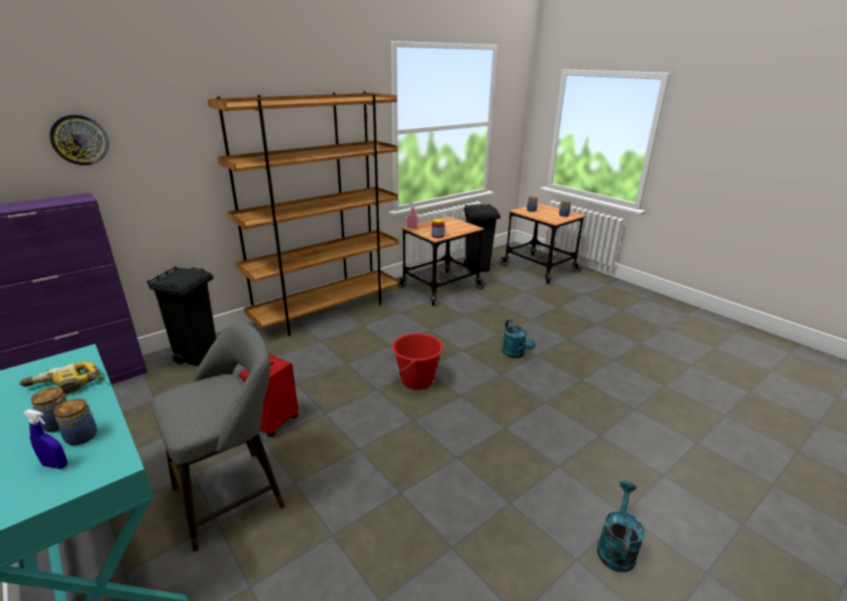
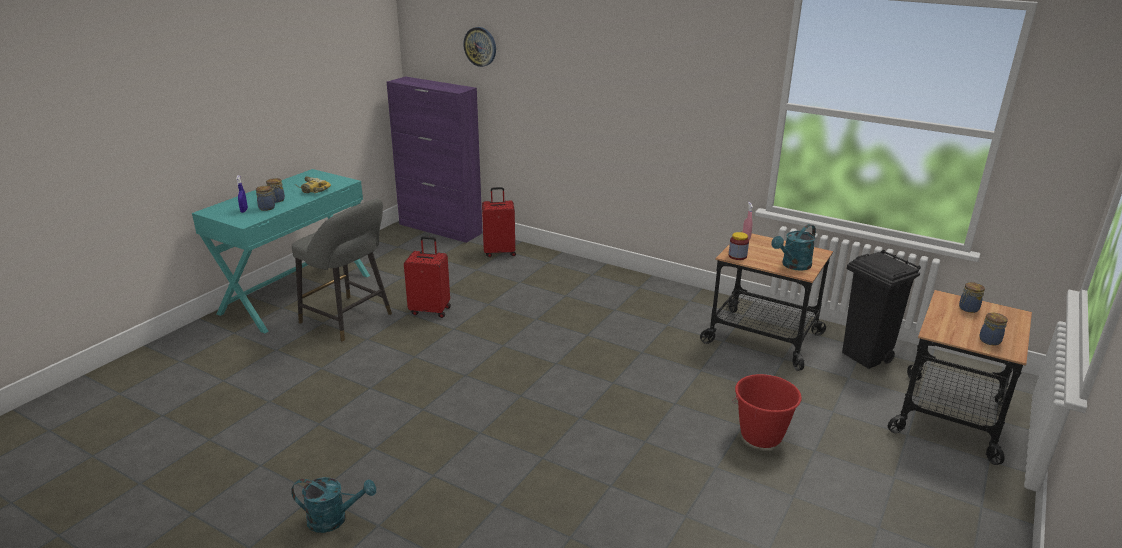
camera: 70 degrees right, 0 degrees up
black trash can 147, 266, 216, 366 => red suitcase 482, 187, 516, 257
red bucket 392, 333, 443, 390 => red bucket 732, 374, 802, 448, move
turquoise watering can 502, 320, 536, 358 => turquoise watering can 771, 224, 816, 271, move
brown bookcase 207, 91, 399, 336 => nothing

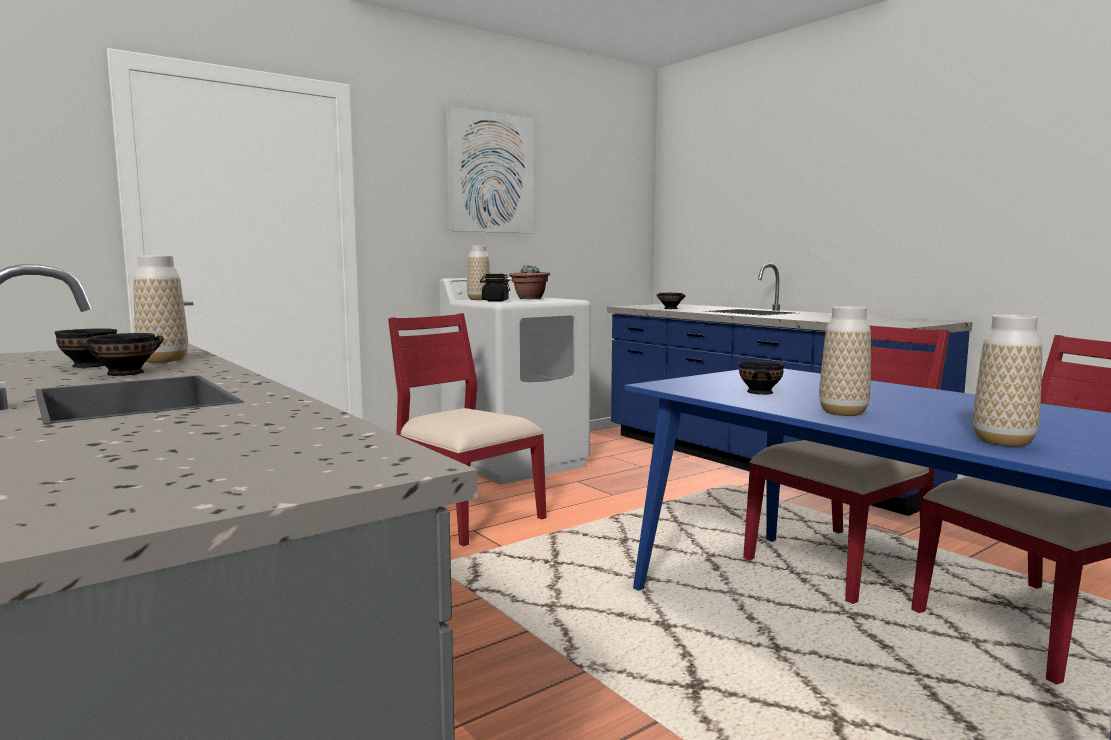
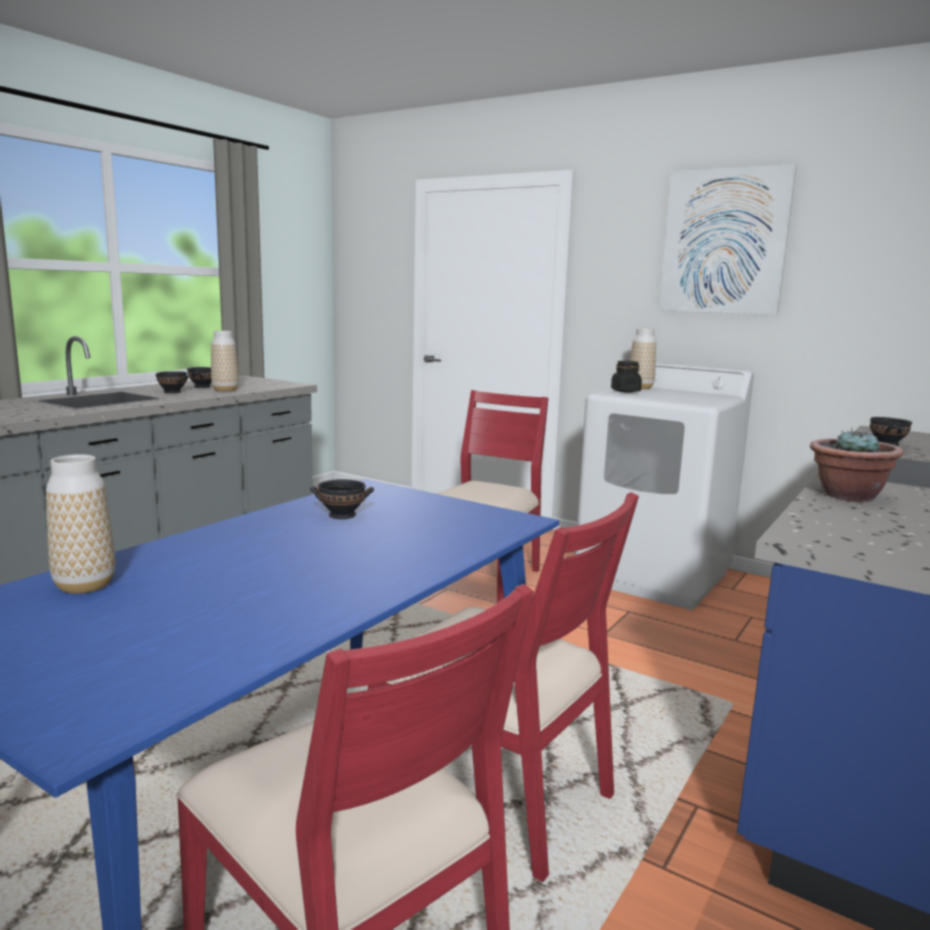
camera: 70 degrees right, 5 degrees up
potted plant 509, 265, 550, 299 => potted plant 810, 428, 904, 502, move
vase 819, 306, 871, 416 => nothing

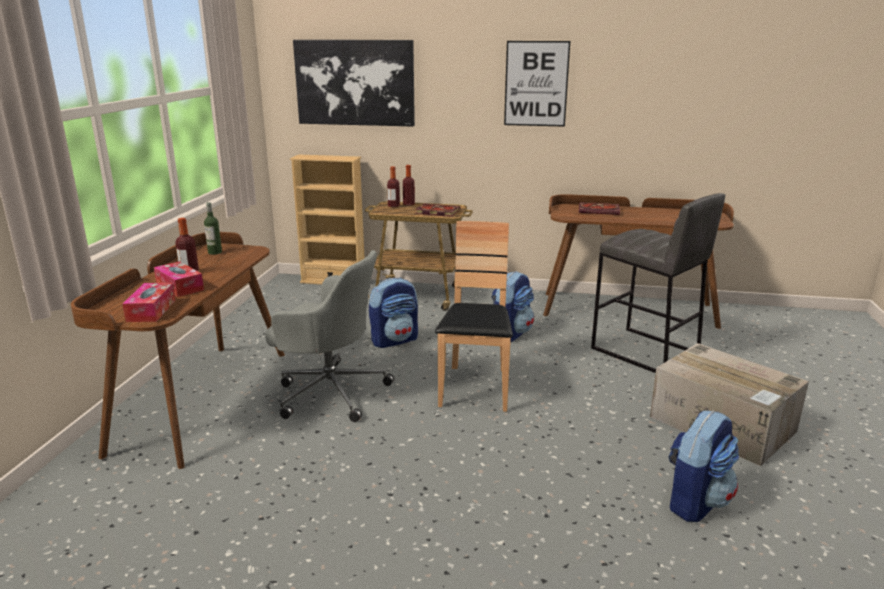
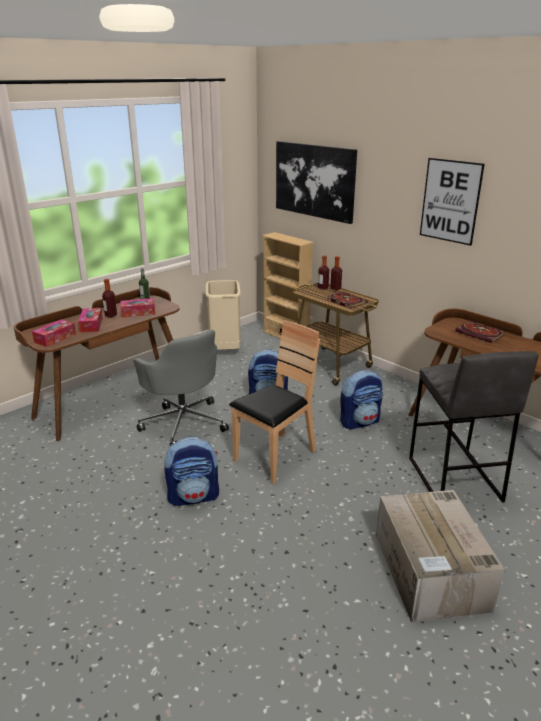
camera: 35 degrees right, 5 degrees up
nothing => tissue box 120, 298, 155, 317
backpack 669, 410, 739, 522 => backpack 164, 437, 219, 506, move
nothing => beige trash can 205, 280, 241, 350

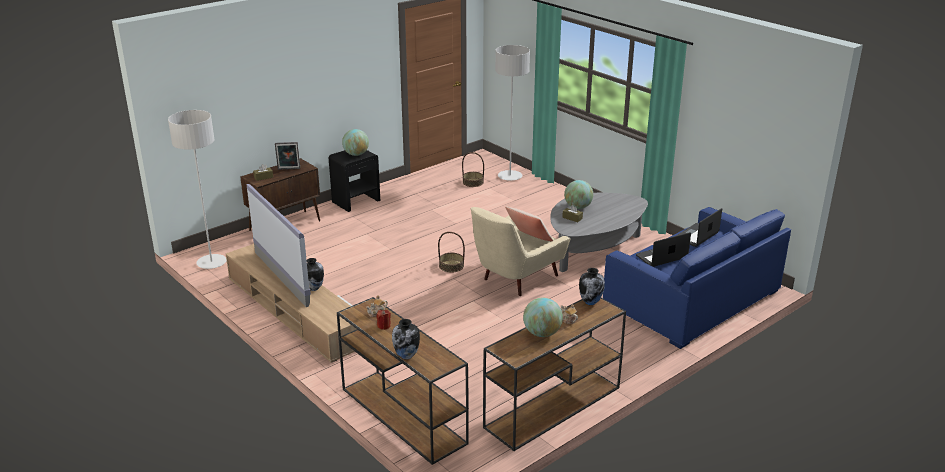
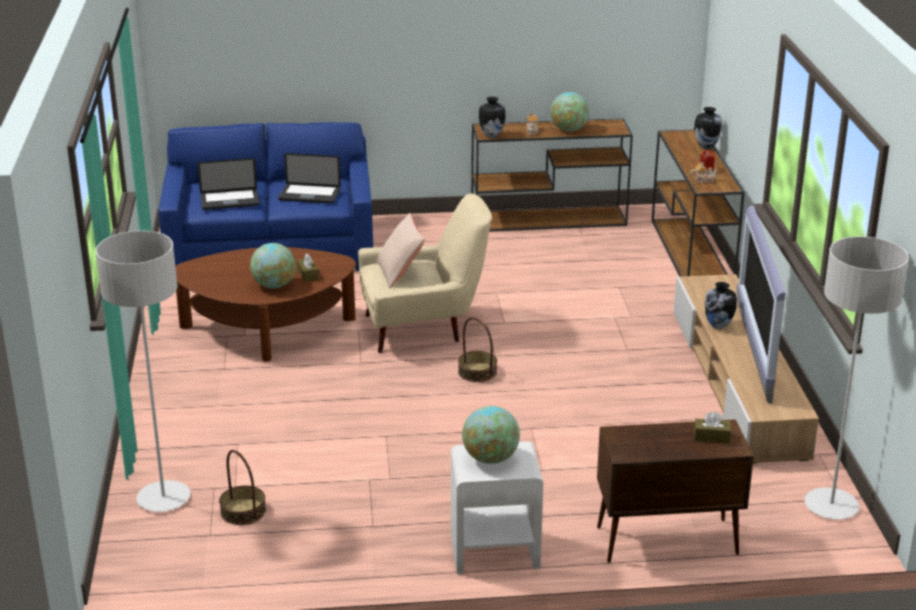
camera: 145 degrees left, 0 degrees up
grey coffee table 550, 193, 648, 272 => brown coffee table 175, 247, 356, 362
black nightstand 328, 150, 380, 212 => white nightstand 451, 442, 543, 574
picture frame 275, 142, 300, 170 => nothing

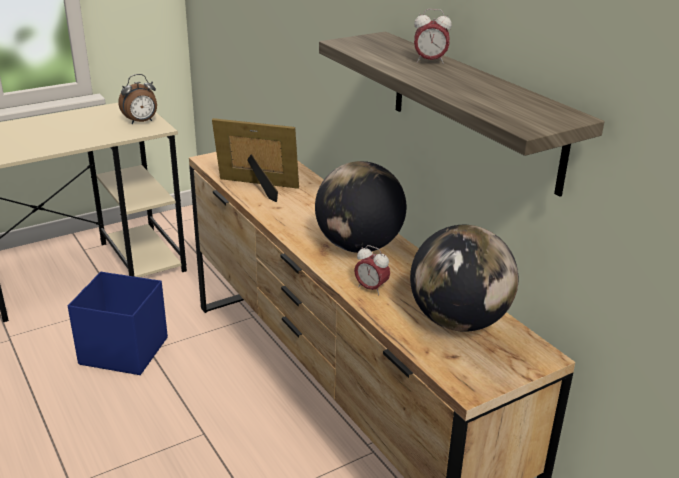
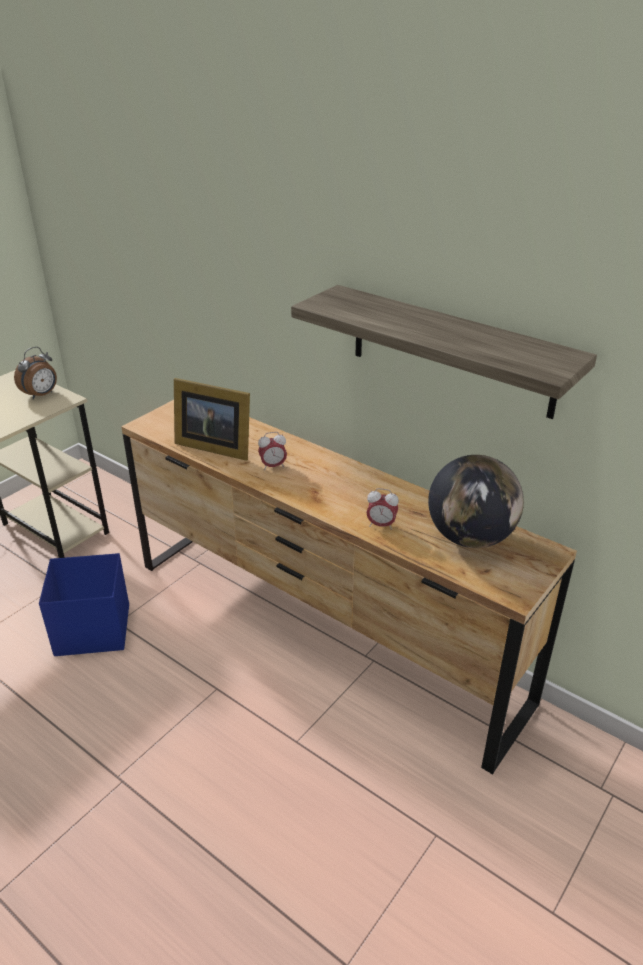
camera: 20 degrees left, 5 degrees up
picture frame 212, 118, 299, 202 => picture frame 174, 378, 250, 461, 150 degrees counterclockwise
alarm clock 414, 9, 452, 64 => alarm clock 258, 432, 287, 470, move
globe 315, 161, 406, 253 => nothing

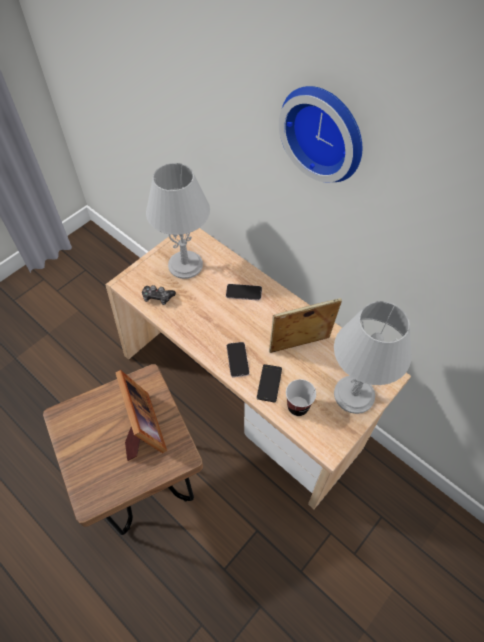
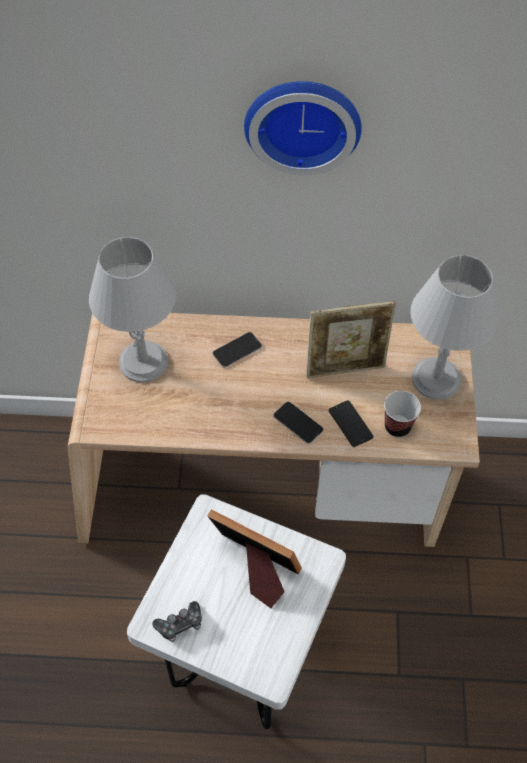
camera: 40 degrees left, 0 degrees up
brown stool 43, 364, 203, 535 => white stool 127, 495, 346, 729
game controller 142, 285, 176, 305 => game controller 152, 601, 202, 642, move
picture frame 269, 298, 342, 353 => picture frame 306, 301, 396, 378, 135 degrees counterclockwise

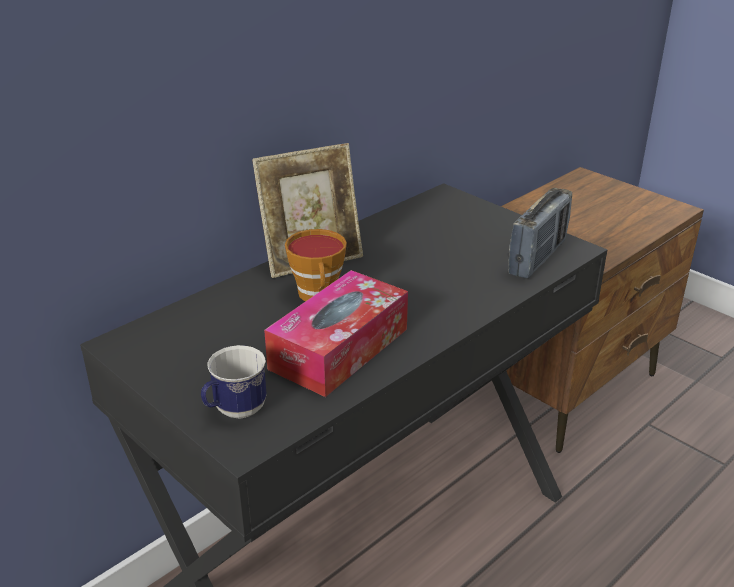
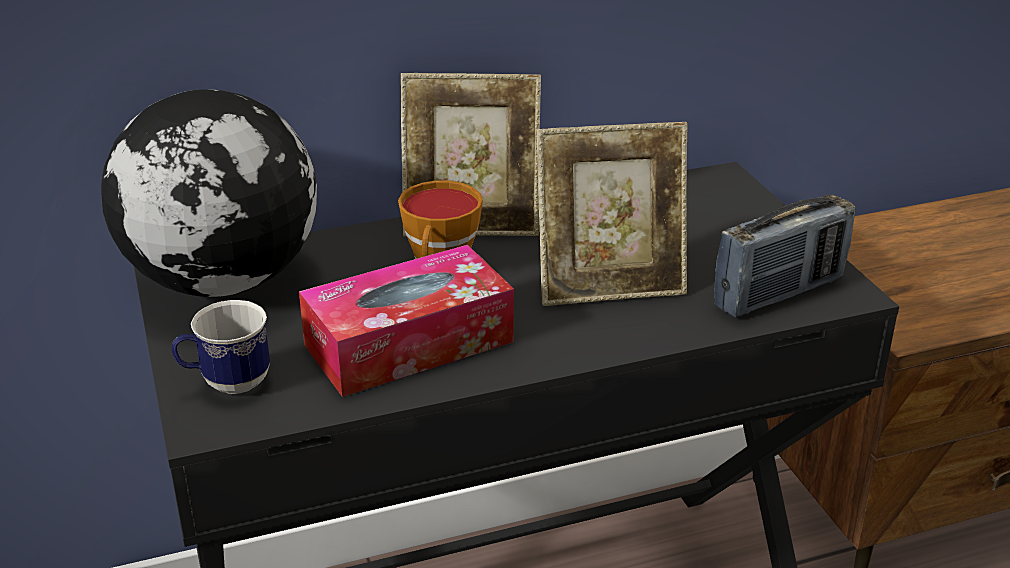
camera: 25 degrees right, 0 degrees up
nothing => globe 101, 89, 317, 297
nothing => picture frame 537, 122, 687, 306

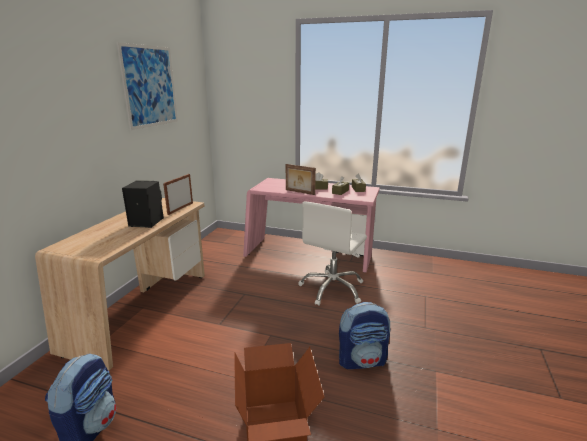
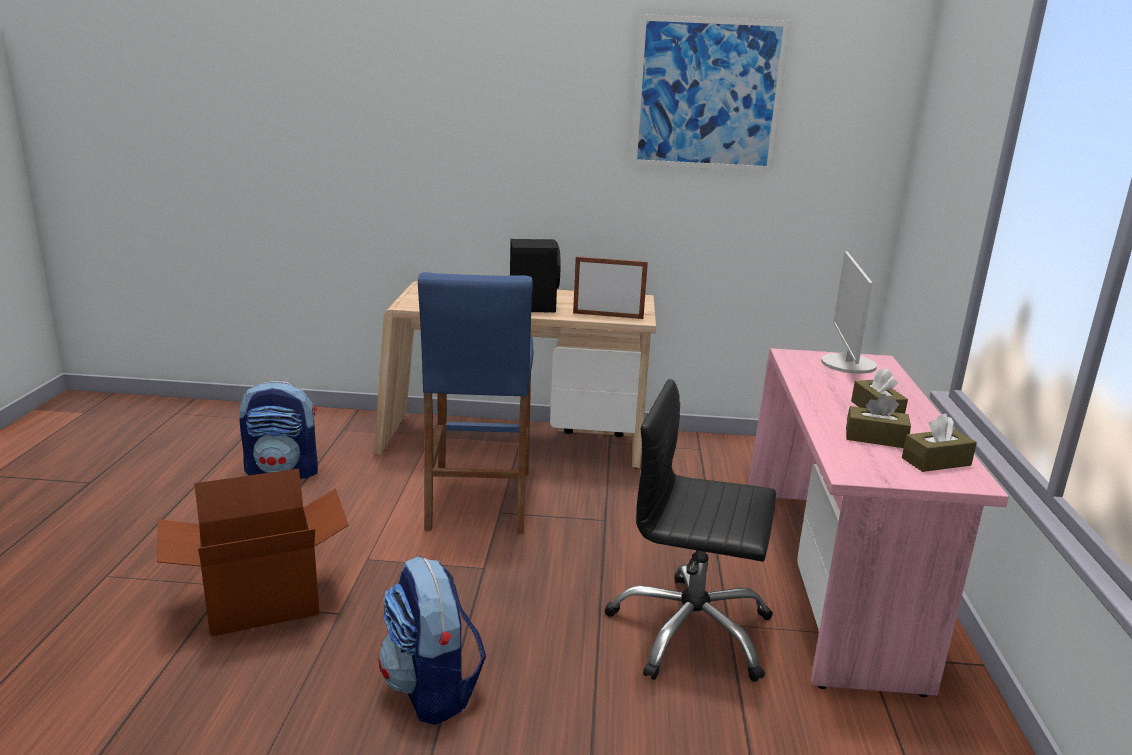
camera: 75 degrees right, 0 degrees up
nothing => blue stool 418, 272, 533, 534
white office chair 298, 201, 367, 306 => black office chair 605, 379, 776, 682
nothing => monitor 821, 251, 877, 374
picture frame 286, 164, 316, 195 => nothing

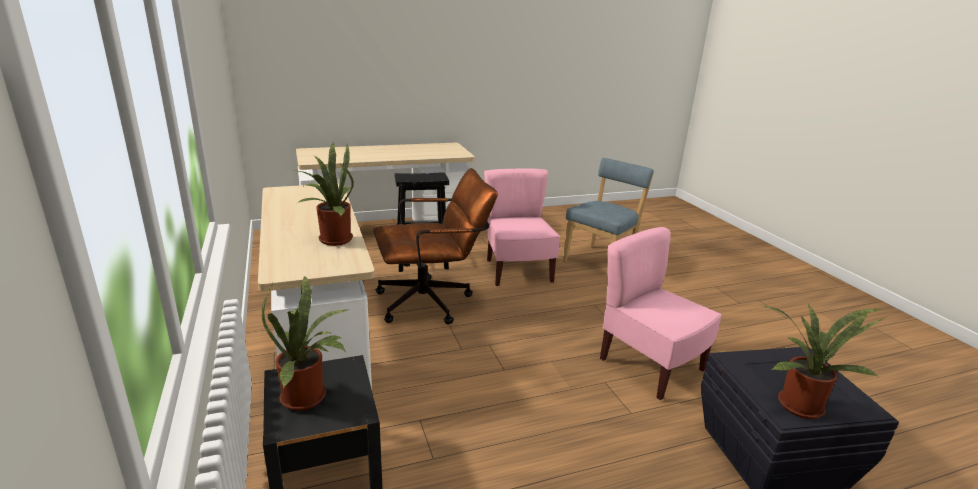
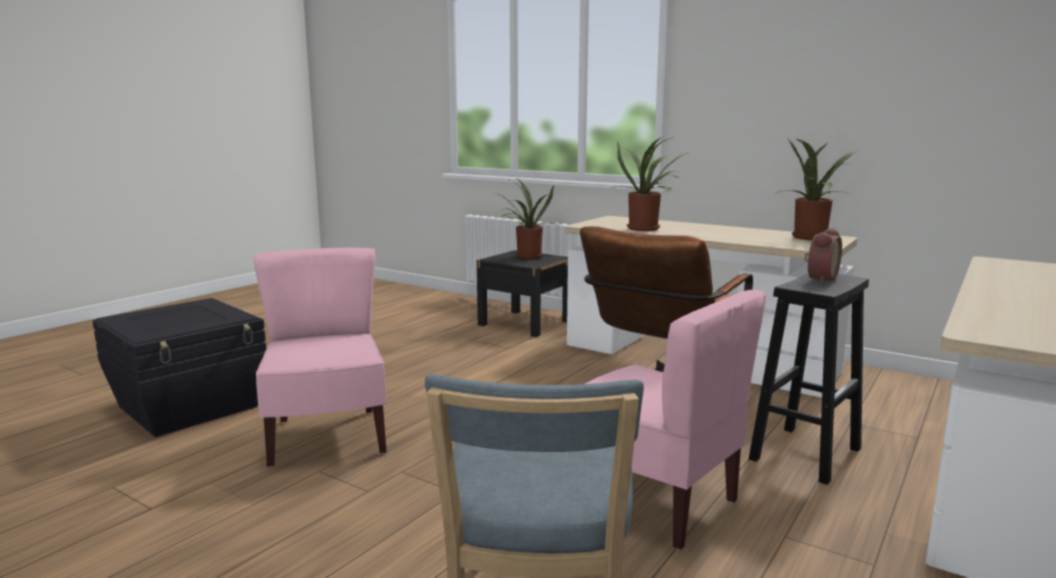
camera: 145 degrees right, 10 degrees down
pink chair 600, 227, 721, 400 => pink chair 253, 248, 387, 467, 120 degrees counterclockwise
potted plant 763, 304, 884, 419 => potted plant 775, 139, 859, 240, move
nothing => alarm clock 805, 228, 842, 283

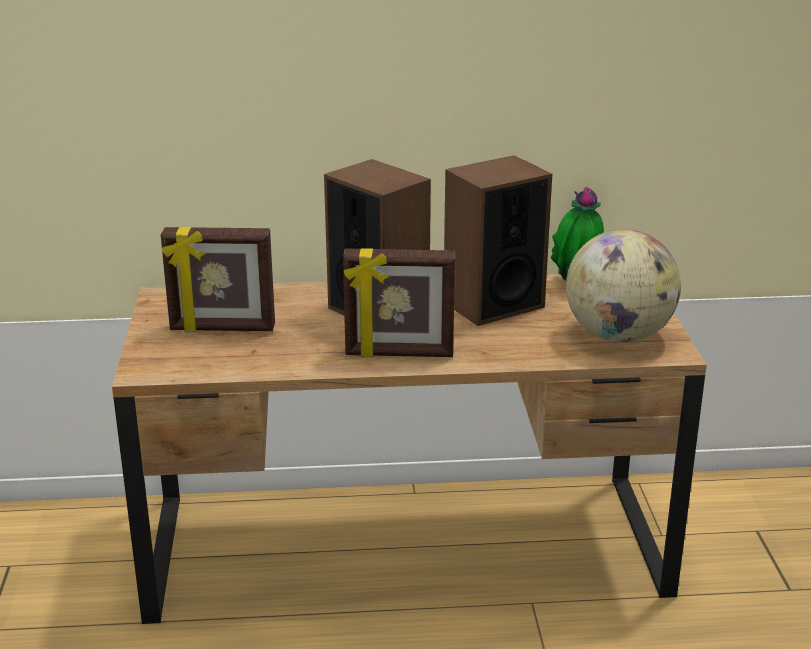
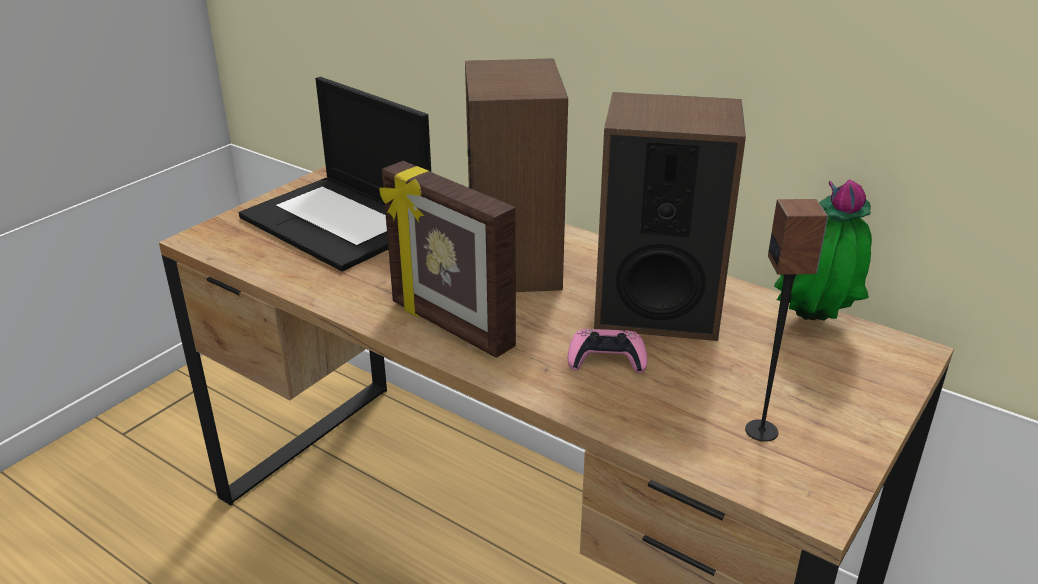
camera: 40 degrees right, 5 degrees up
picture frame 161, 227, 275, 332 => laptop 239, 77, 431, 271
nothing => pink game controller 568, 329, 647, 373
globe 566, 229, 681, 343 => speaker 745, 199, 828, 442

